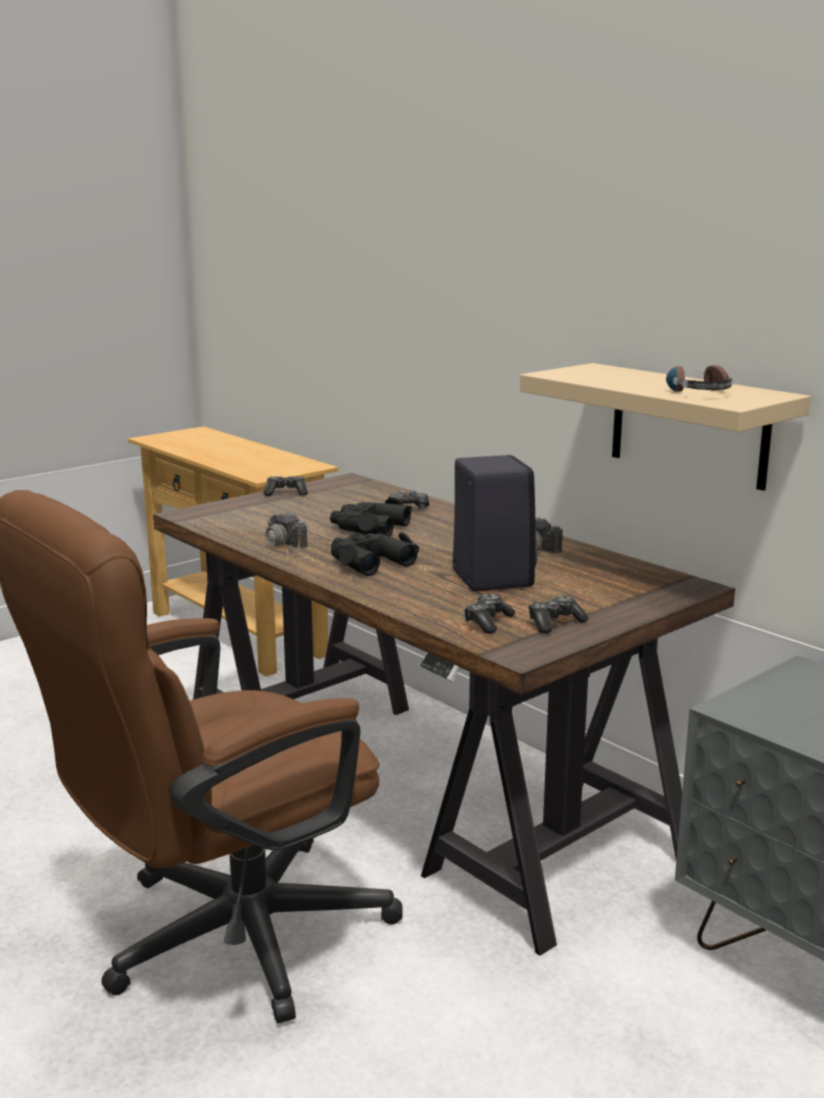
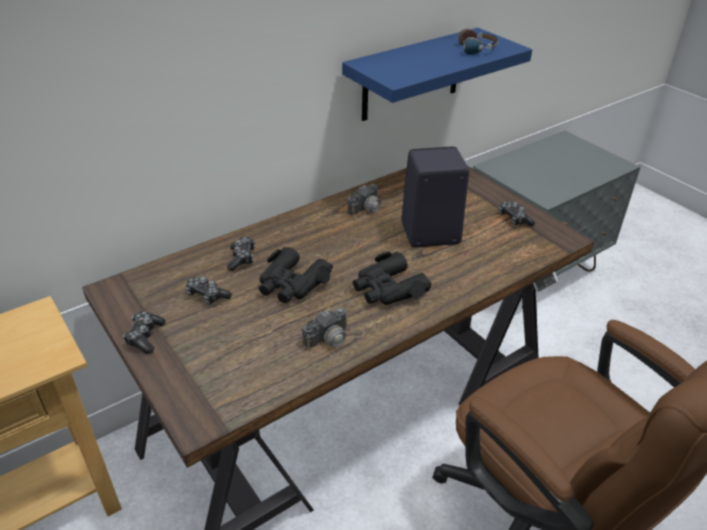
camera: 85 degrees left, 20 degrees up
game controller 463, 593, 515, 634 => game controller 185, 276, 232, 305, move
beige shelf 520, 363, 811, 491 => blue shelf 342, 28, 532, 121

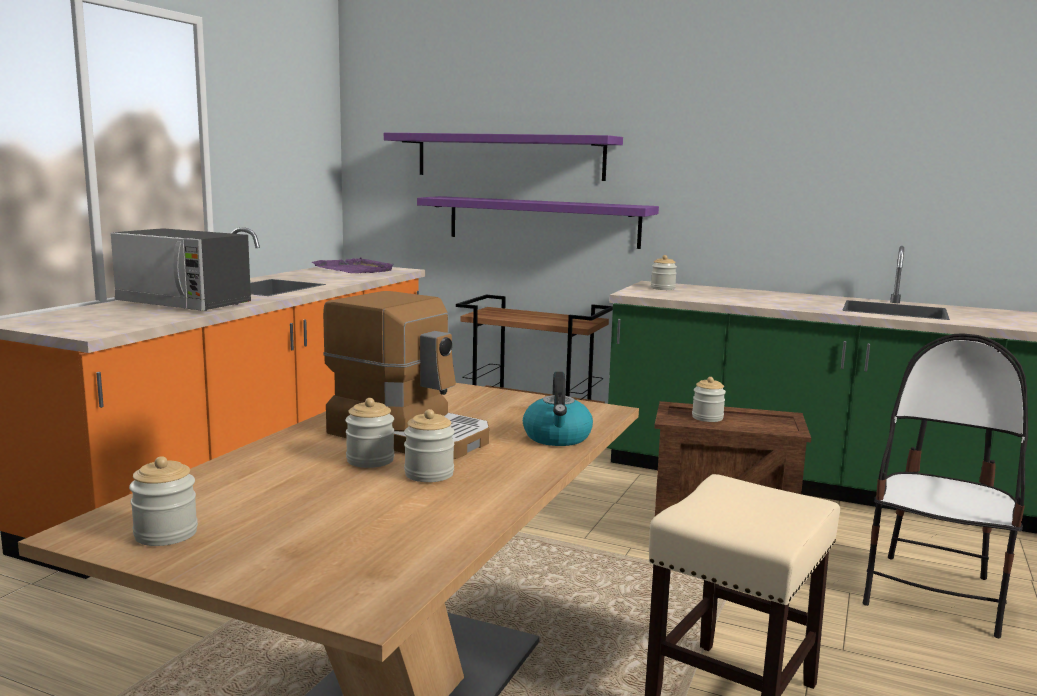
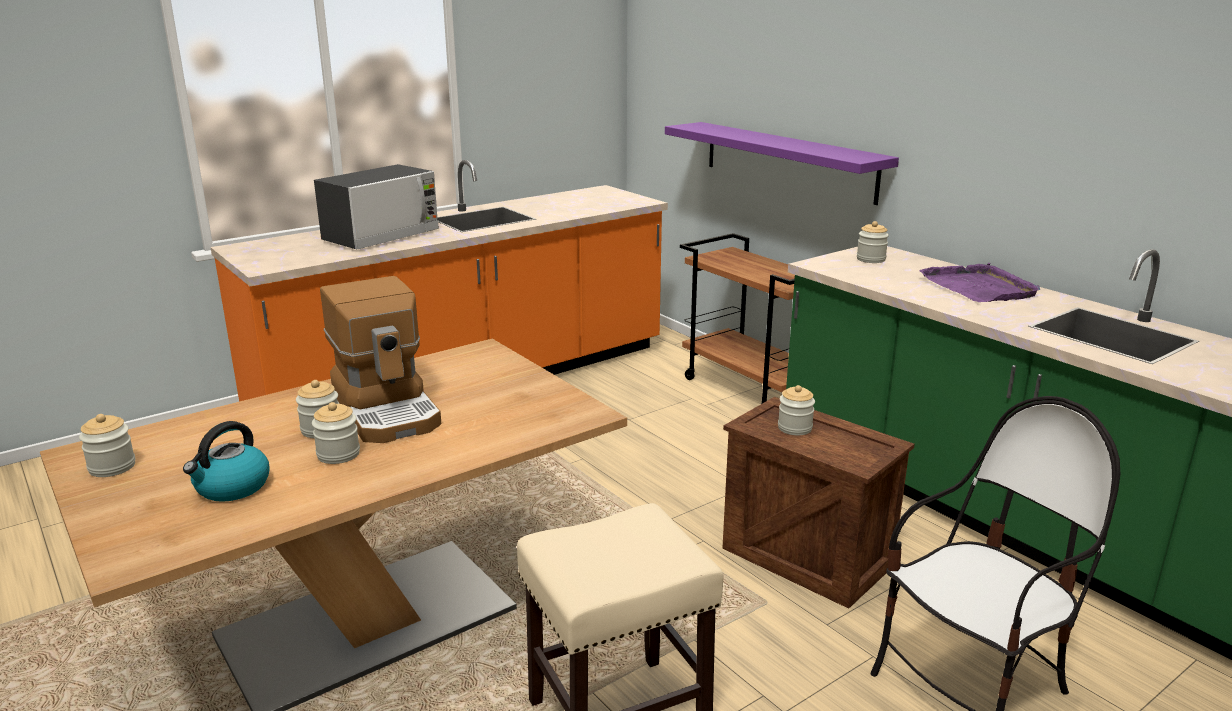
camera: 30 degrees right, 10 degrees up
kettle 523, 372, 593, 446 => kettle 183, 421, 270, 502, move
microwave 111, 228, 251, 311 => microwave 314, 164, 439, 249, 105 degrees counterclockwise
purple tray 312, 257, 394, 273 => purple tray 919, 263, 1040, 302, move
purple shelf 384, 133, 623, 181 => nothing

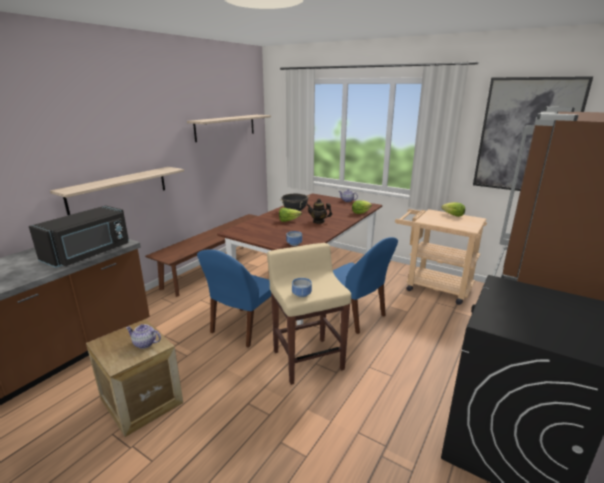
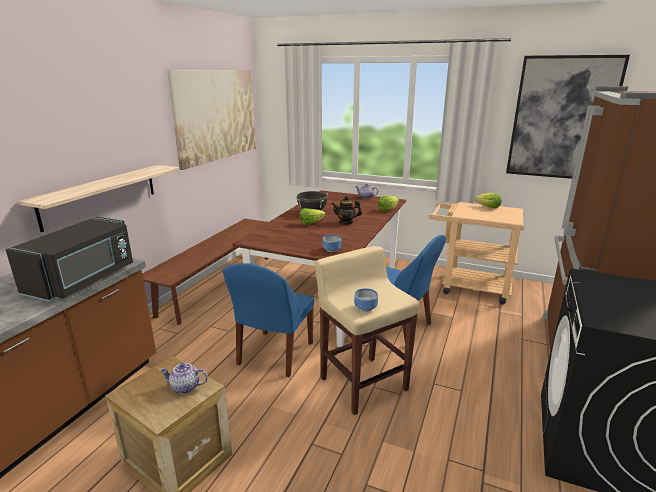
camera: 10 degrees left, 0 degrees up
shelf 187, 115, 271, 142 => picture 167, 70, 256, 170

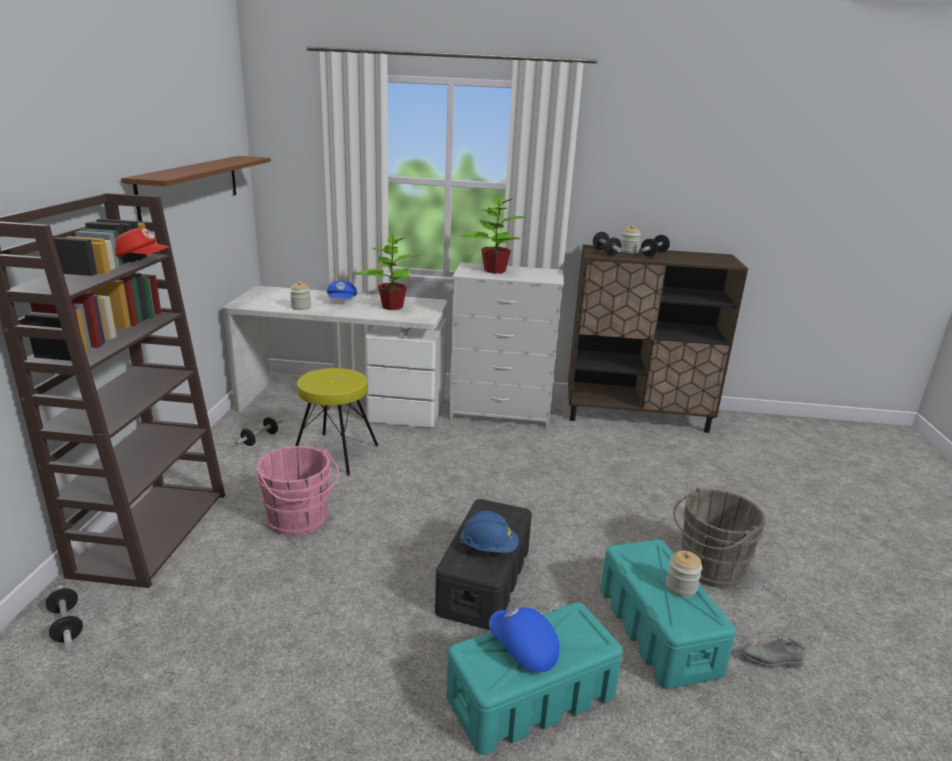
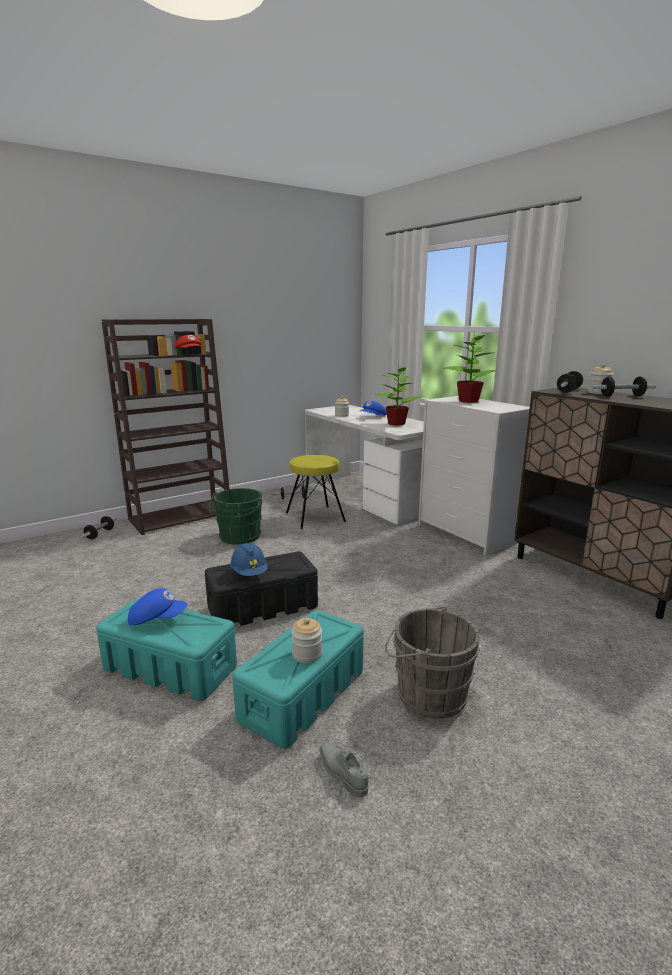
camera: 50 degrees right, 5 degrees down
blue cap 489, 607, 560, 673 => blue cap 128, 588, 187, 625, 90 degrees clockwise
pink bucket 256, 446, 339, 536 => green bucket 209, 488, 263, 545
brown shelf 121, 156, 271, 221 => nothing

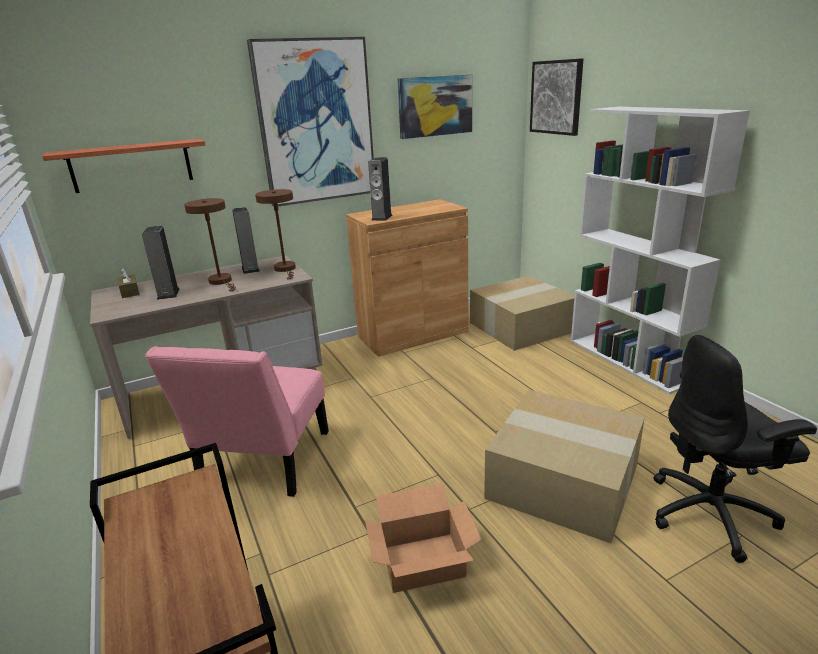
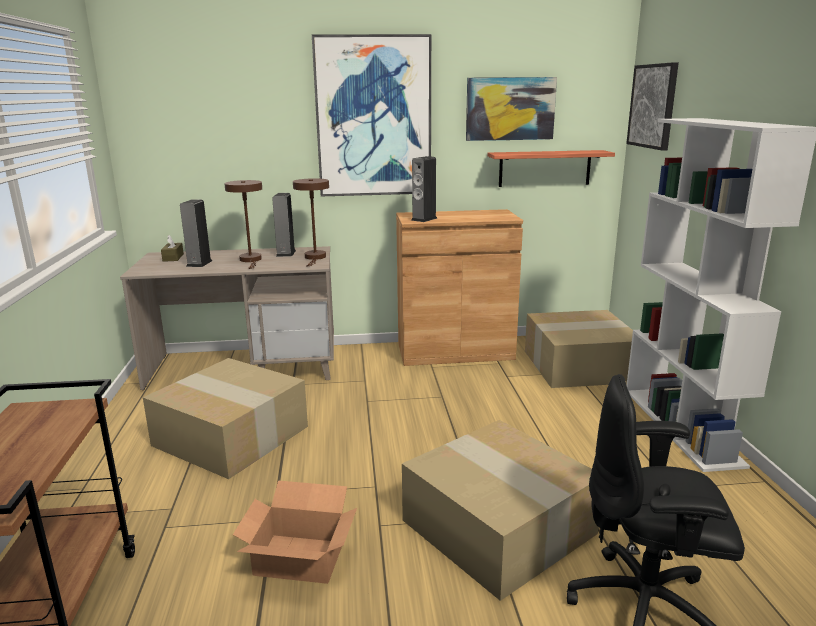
camera: 20 degrees right, 5 degrees down
pink chair 145, 346, 329, 497 => cardboard box 143, 358, 308, 479
shelf 42, 139, 205, 193 => shelf 487, 150, 615, 187, move

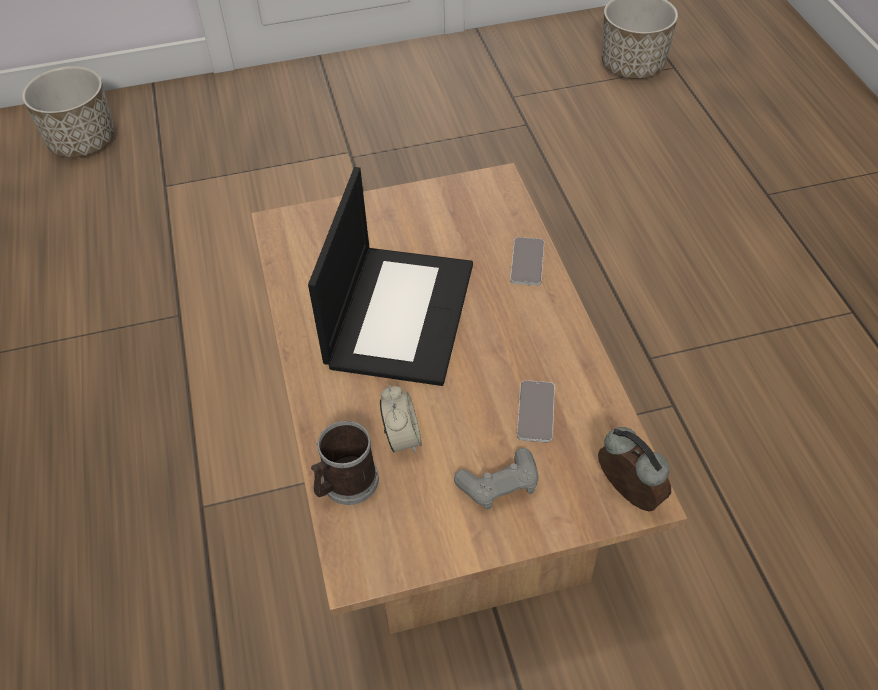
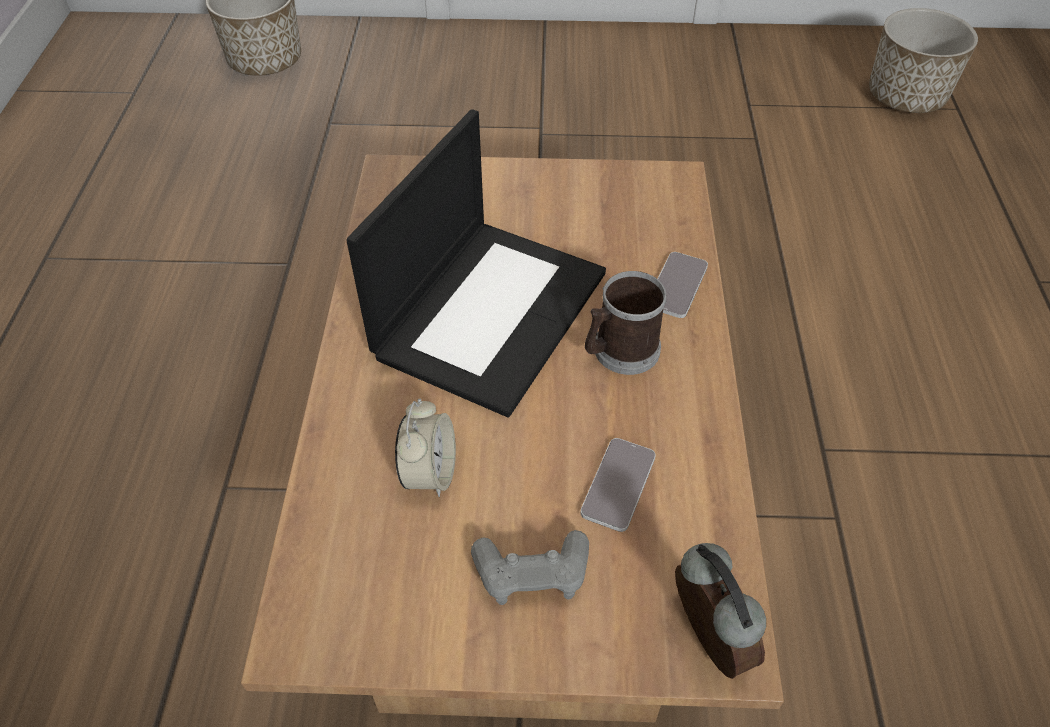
camera: 15 degrees right, 0 degrees up
mug 311, 421, 379, 505 => mug 585, 271, 667, 375, move

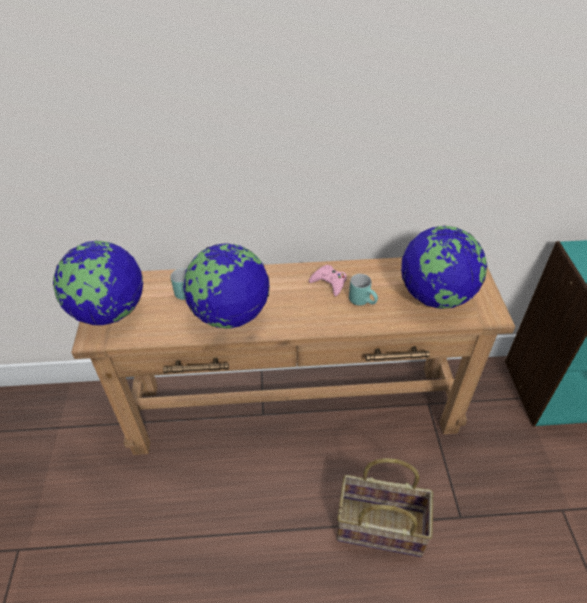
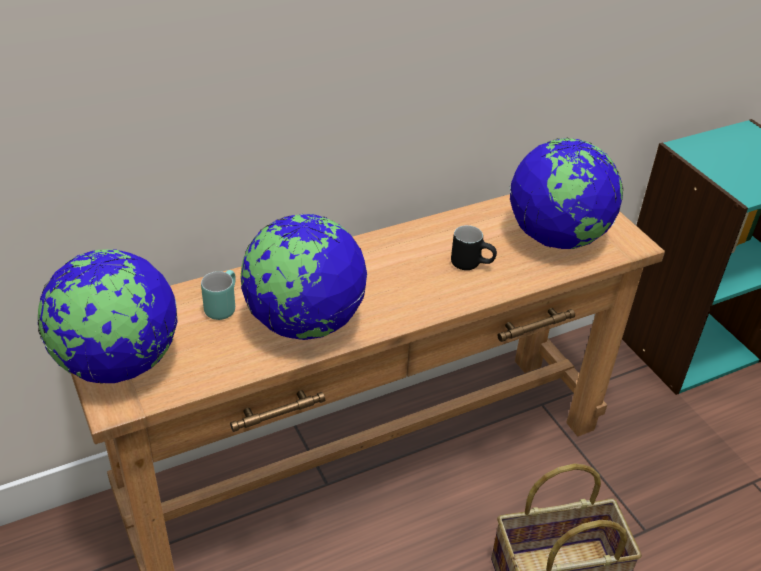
camera: 25 degrees left, 5 degrees down
turquoise mug 349, 274, 378, 306 => black mug 451, 225, 497, 270
pink game controller 309, 265, 347, 296 => nothing

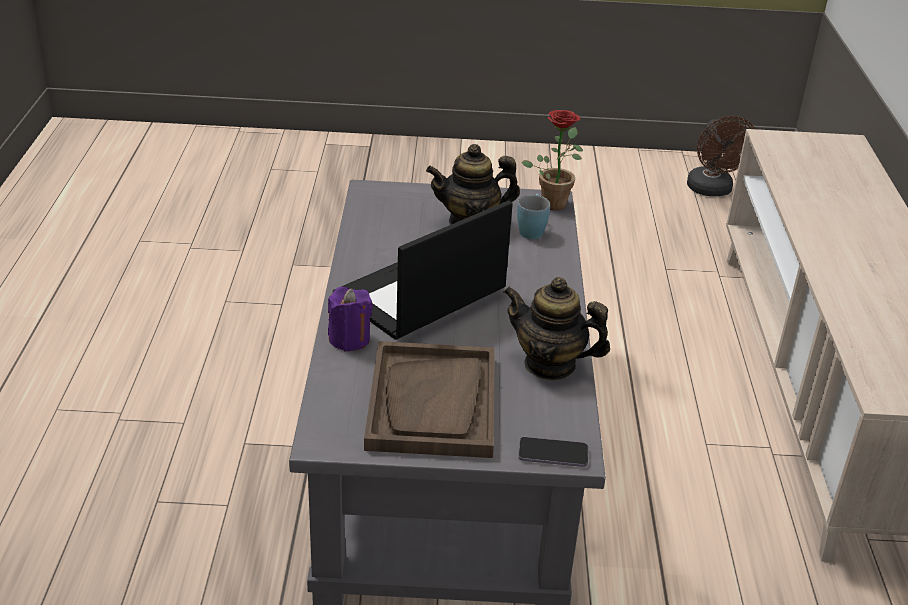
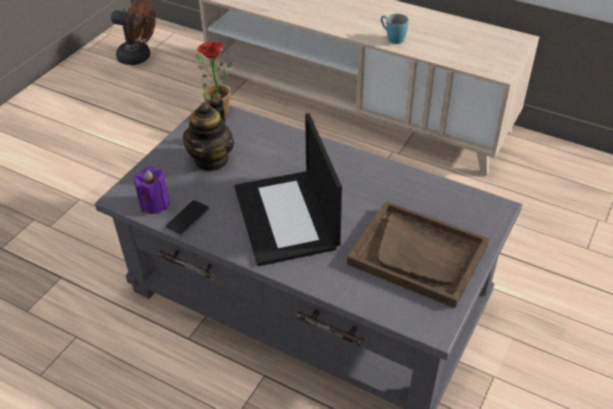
camera: 60 degrees left, 10 degrees up
purple candle 328, 287, 373, 351 => purple candle 134, 166, 170, 214, move
phone 518, 437, 588, 467 => phone 166, 200, 209, 236, move
blue mug 517, 194, 550, 239 => blue mug 381, 14, 409, 44, move
teapot 503, 277, 610, 380 => nothing

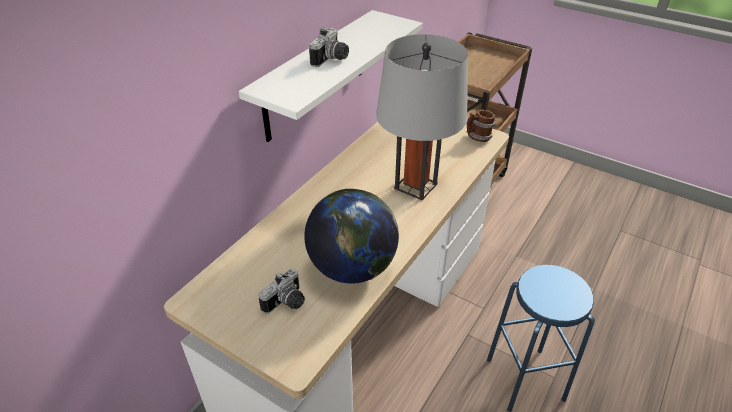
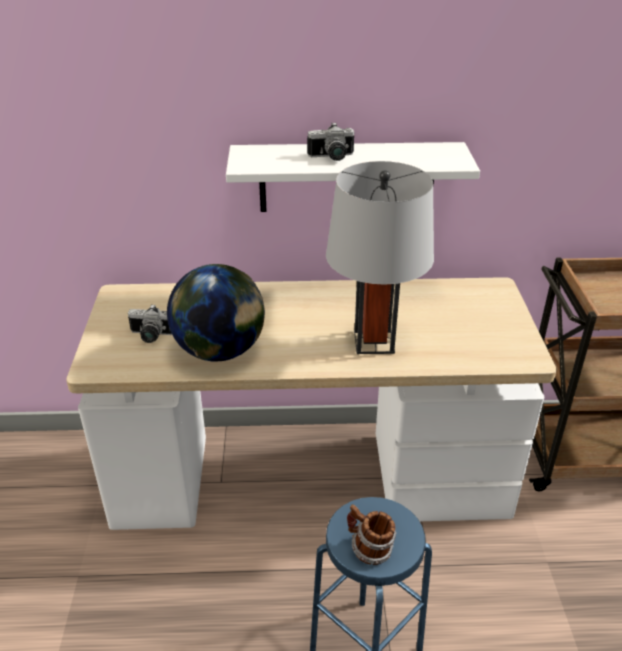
camera: 55 degrees right, 5 degrees down
mug 467, 110, 495, 142 => mug 347, 504, 396, 565, move

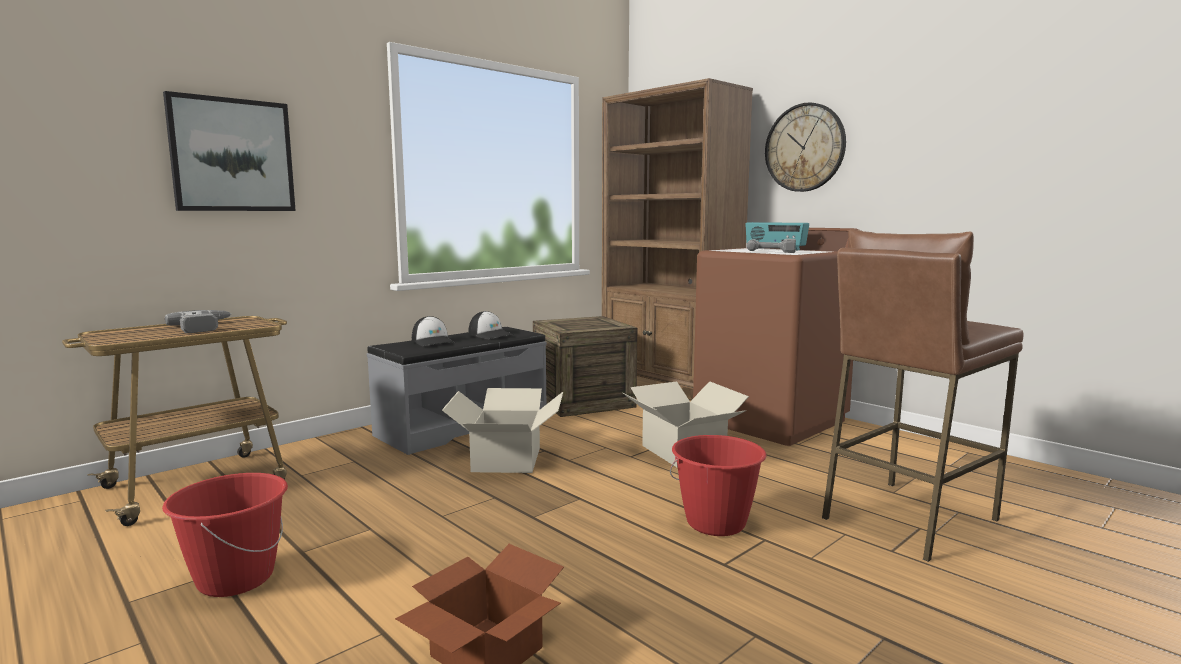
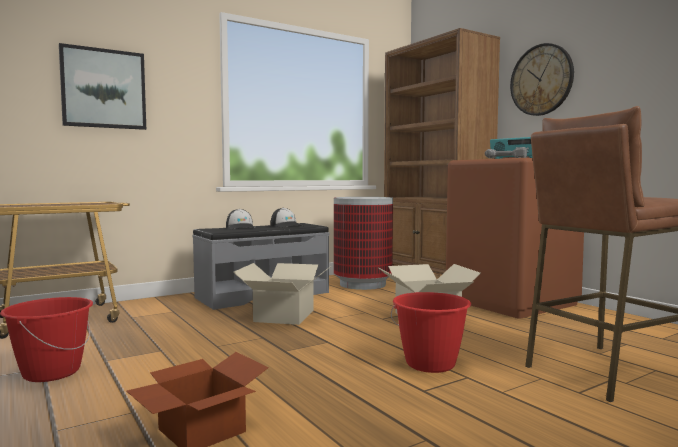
camera: 10 degrees right, 5 degrees down
crate 533, 316, 637, 417 => trash can 334, 197, 393, 290
power drill 165, 310, 231, 333 => nothing

